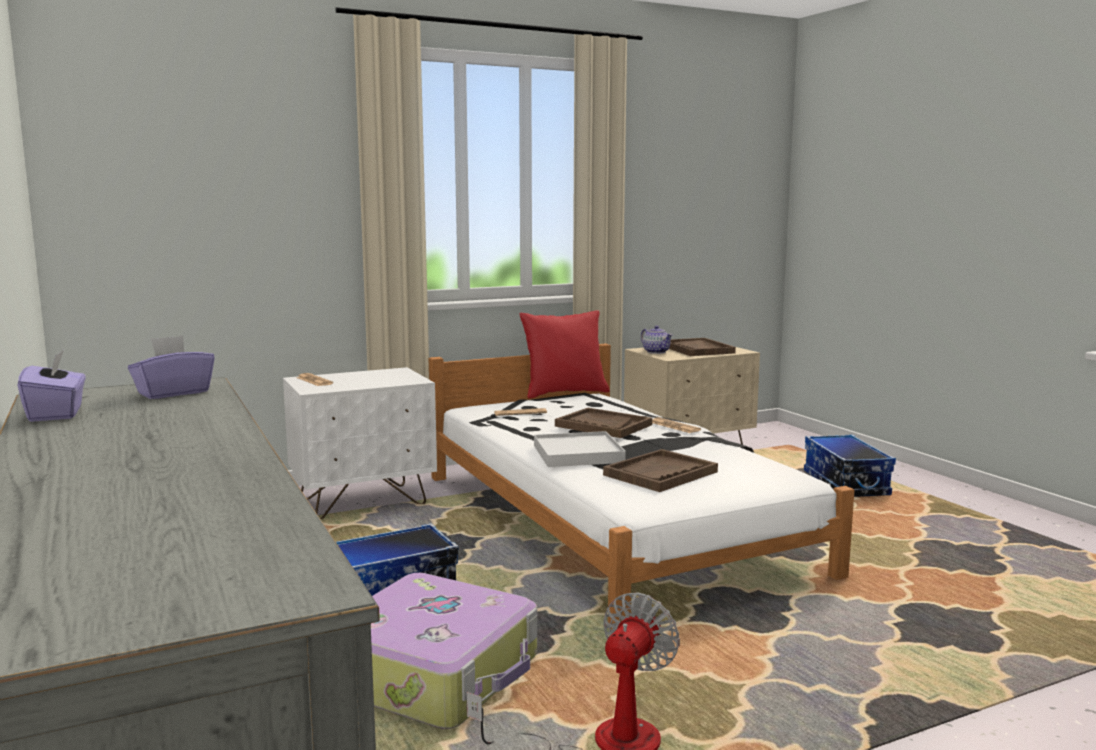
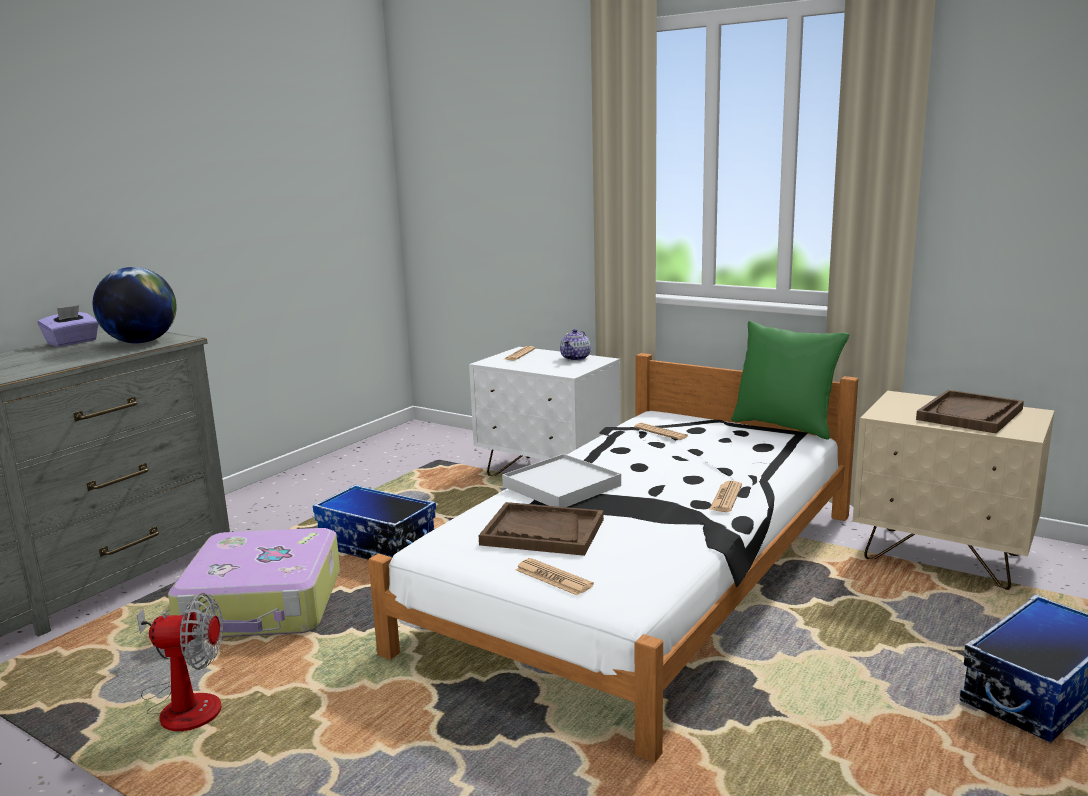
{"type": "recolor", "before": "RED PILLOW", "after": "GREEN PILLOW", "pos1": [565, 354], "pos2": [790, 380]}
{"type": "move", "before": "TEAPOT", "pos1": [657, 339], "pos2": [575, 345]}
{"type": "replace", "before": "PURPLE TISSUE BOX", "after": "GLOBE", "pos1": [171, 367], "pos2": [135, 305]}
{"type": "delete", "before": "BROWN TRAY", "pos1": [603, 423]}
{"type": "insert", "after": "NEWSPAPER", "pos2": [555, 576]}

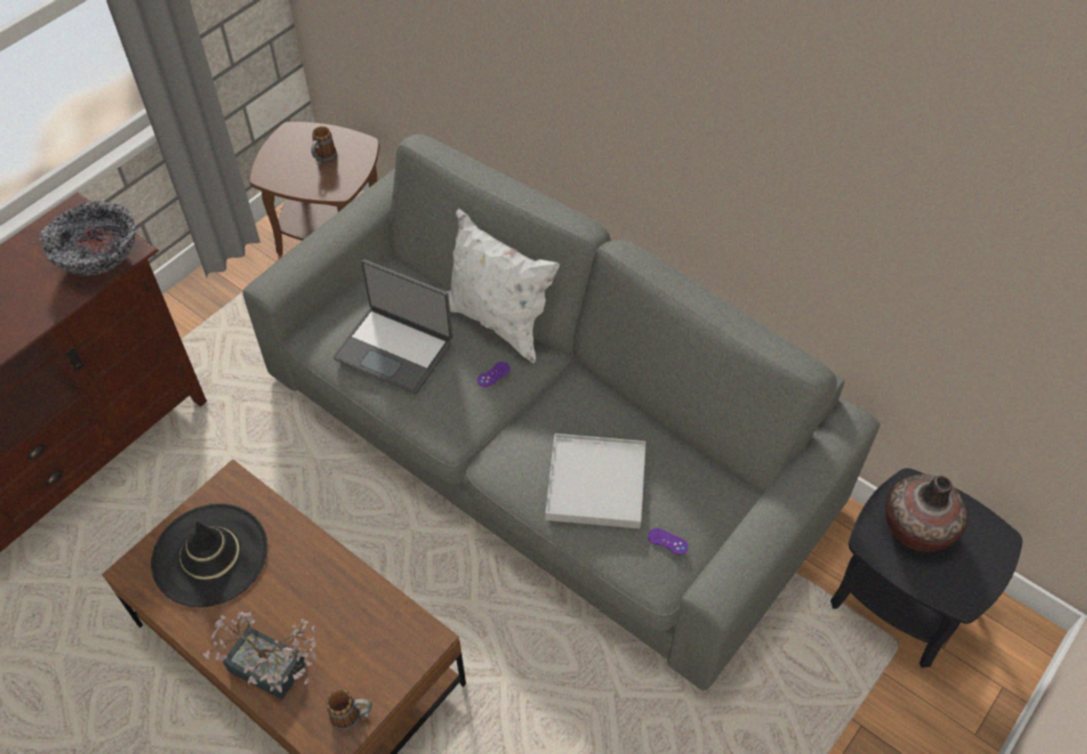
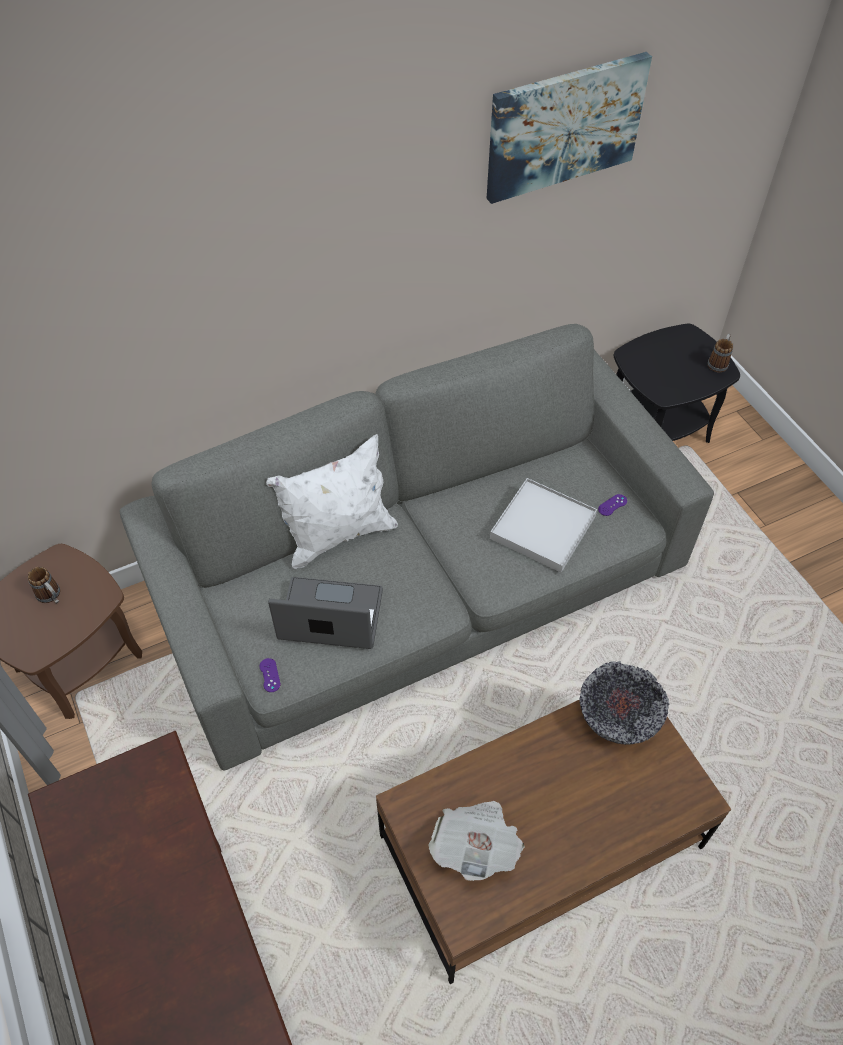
{"type": "move", "before": "BOWL", "pos1": [87, 238], "pos2": [624, 703]}
{"type": "rotate", "before": "LAPTOP", "pos1": [393, 326], "pos2": [325, 613], "turn": -135}
{"type": "move", "before": "PURPLE GAME CONTROLLER", "pos1": [493, 374], "pos2": [270, 675]}
{"type": "delete", "before": "VASE", "pos1": [926, 513]}
{"type": "replace", "before": "BLACK HAT", "after": "NEWSPAPER", "pos1": [209, 555], "pos2": [476, 841]}
{"type": "delete", "before": "POTTED PLANT", "pos1": [259, 656]}
{"type": "move", "before": "MUG", "pos1": [349, 710], "pos2": [720, 353]}
{"type": "insert", "after": "PICTURE", "pos2": [569, 128]}

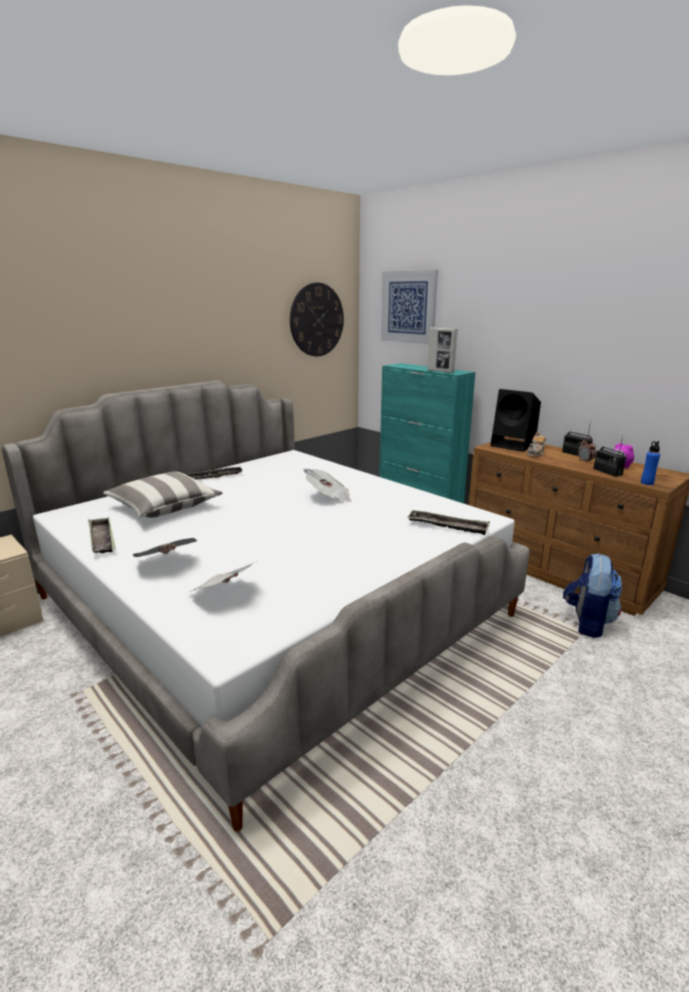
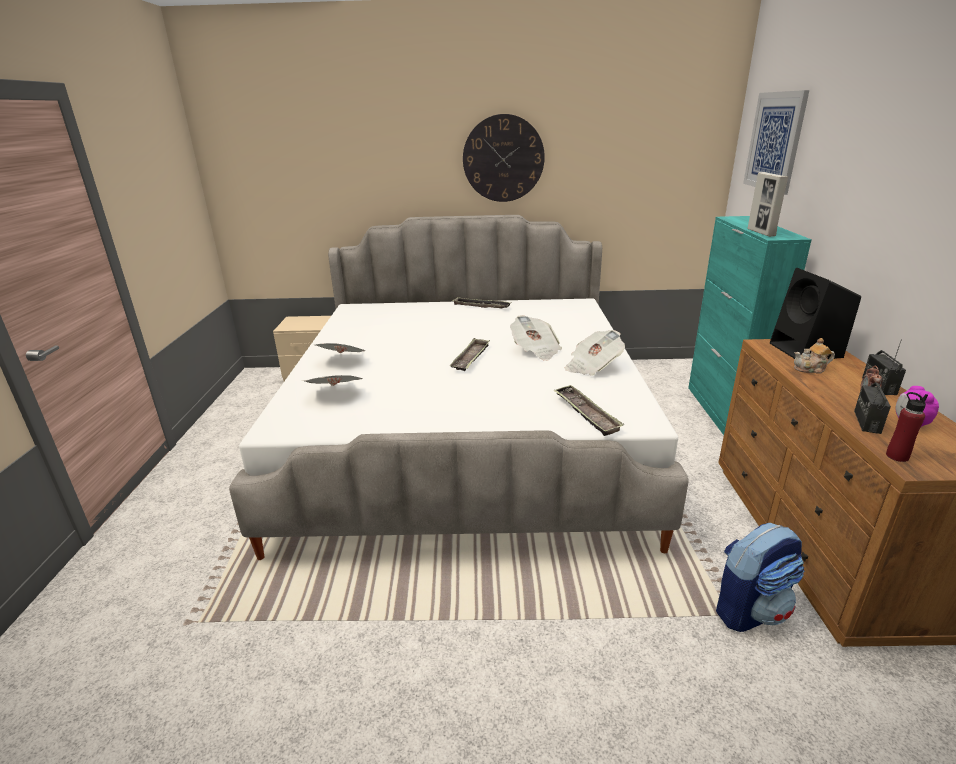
{"type": "move", "before": "WALL CLOCK", "pos1": [317, 319], "pos2": [504, 158]}
{"type": "recolor", "before": "BLUE BOTTLE", "after": "RED BOTTLE", "pos1": [650, 463], "pos2": [907, 427]}
{"type": "delete", "before": "PILLOW", "pos1": [162, 495]}
{"type": "move", "before": "TRAY", "pos1": [102, 535], "pos2": [469, 354]}
{"type": "insert", "after": "NEWSPAPER", "pos2": [595, 353]}

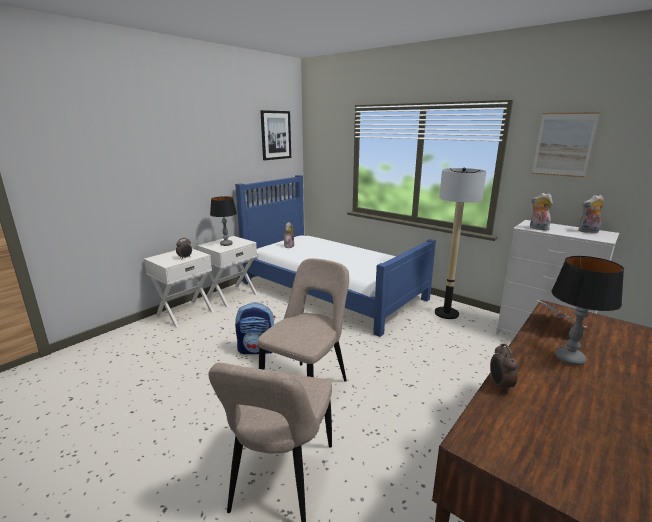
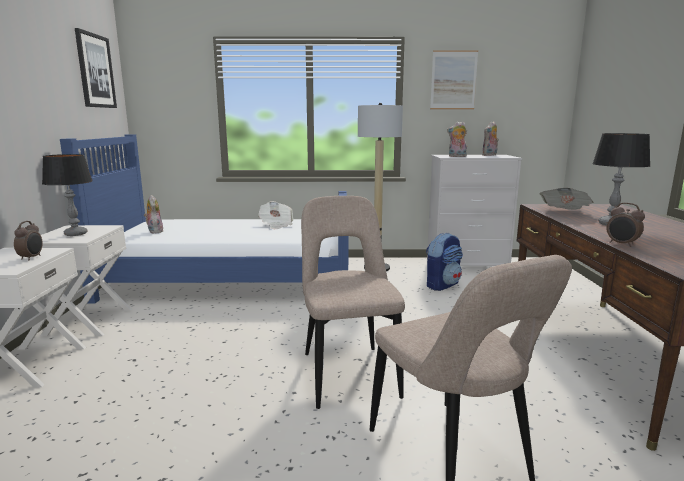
{"type": "move", "before": "BACKPACK", "pos1": [255, 328], "pos2": [444, 262]}
{"type": "insert", "after": "NEWSPAPER", "pos2": [275, 215]}

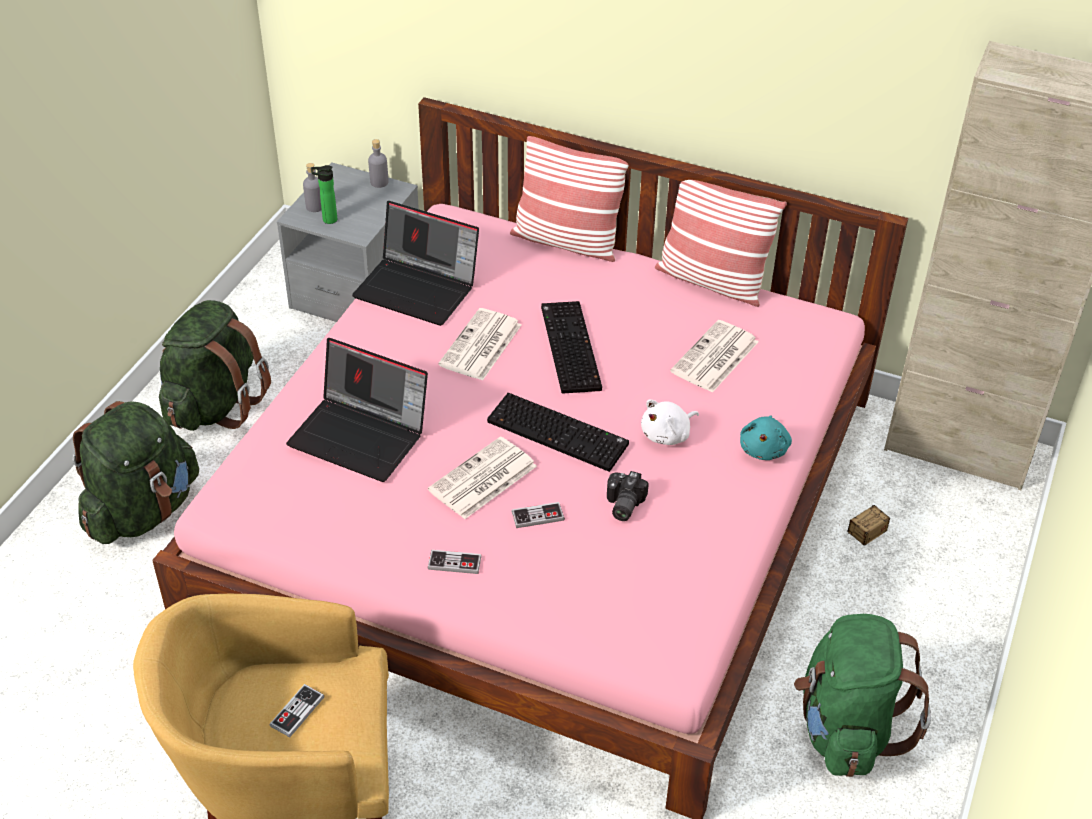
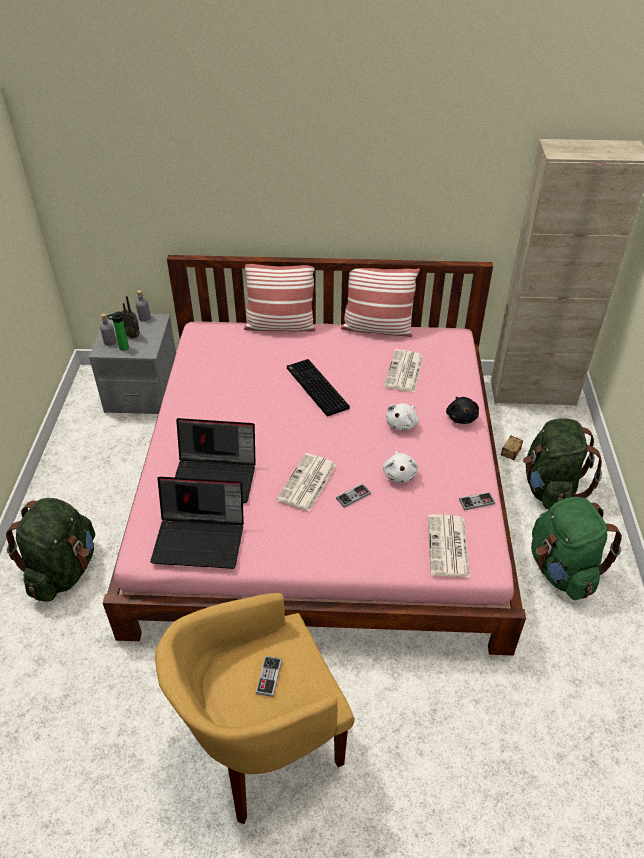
{"type": "move", "before": "LAPTOP", "pos1": [415, 263], "pos2": [197, 523]}
{"type": "move", "before": "GREEN BACKPACK", "pos1": [215, 365], "pos2": [562, 464]}
{"type": "move", "before": "NEWSPAPER", "pos1": [480, 344], "pos2": [449, 545]}
{"type": "delete", "before": "KEYBOARD", "pos1": [558, 432]}
{"type": "recolor", "before": "TURQUOISE PLUSH TOY", "after": "BLACK PLUSH TOY", "pos1": [766, 437], "pos2": [462, 410]}
{"type": "replace", "before": "PHOTO CAMERA", "after": "WHITE PLUSH TOY", "pos1": [628, 496], "pos2": [400, 467]}
{"type": "move", "before": "GAME CONTROLLER", "pos1": [455, 562], "pos2": [477, 501]}
{"type": "insert", "after": "RADIO", "pos2": [130, 317]}

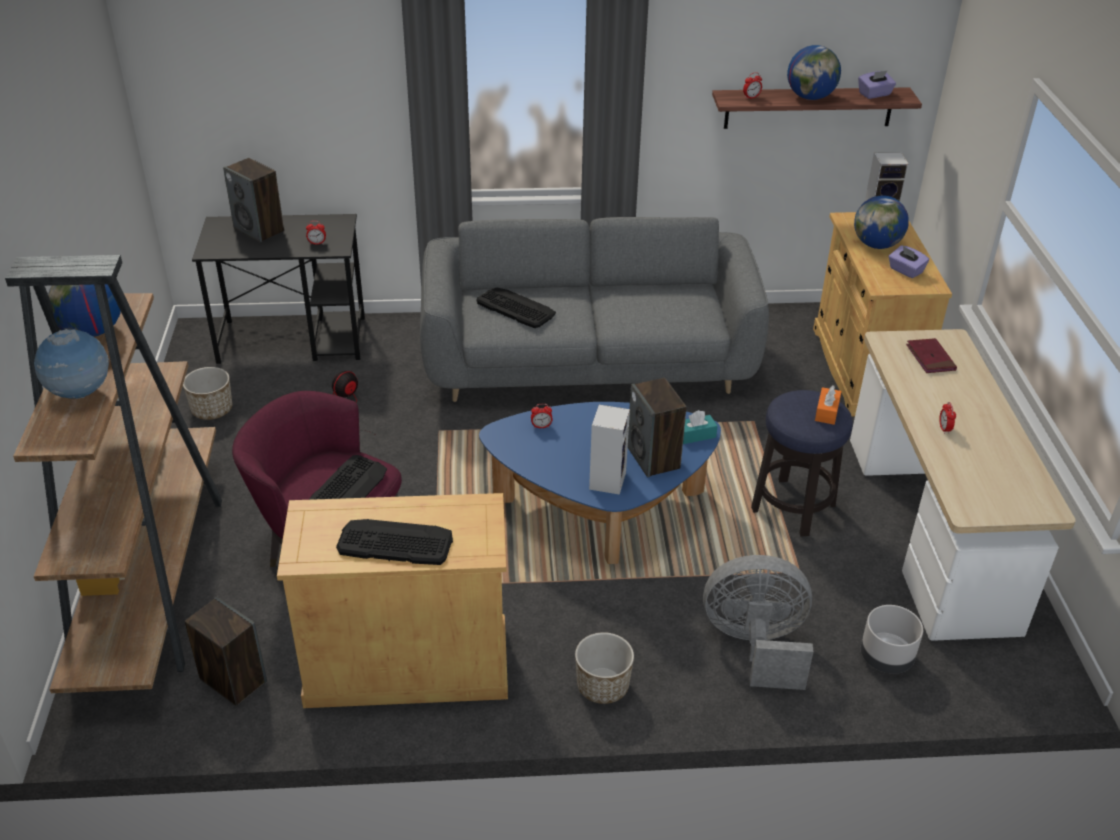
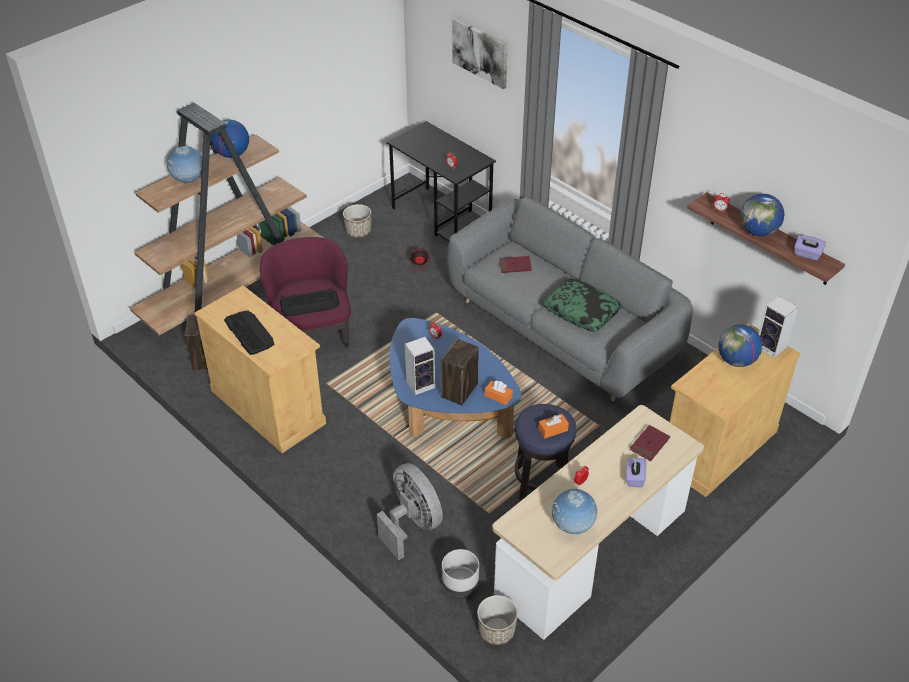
{"type": "delete", "before": "SPEAKER", "pos1": [253, 200]}
{"type": "move", "before": "PURPLE TISSUE BOX", "pos1": [909, 261], "pos2": [636, 473]}
{"type": "replace", "before": "KEYBOARD", "after": "RED BOOK", "pos1": [516, 308], "pos2": [515, 264]}
{"type": "recolor", "before": "TURQUOISE TISSUE BOX", "after": "ORANGE TISSUE BOX", "pos1": [700, 427], "pos2": [499, 393]}
{"type": "move", "before": "PLANTER", "pos1": [604, 668], "pos2": [497, 620]}
{"type": "insert", "after": "PICTURE", "pos2": [480, 53]}
{"type": "insert", "after": "PILLOW", "pos2": [582, 305]}
{"type": "insert", "after": "GLOBE", "pos2": [575, 512]}

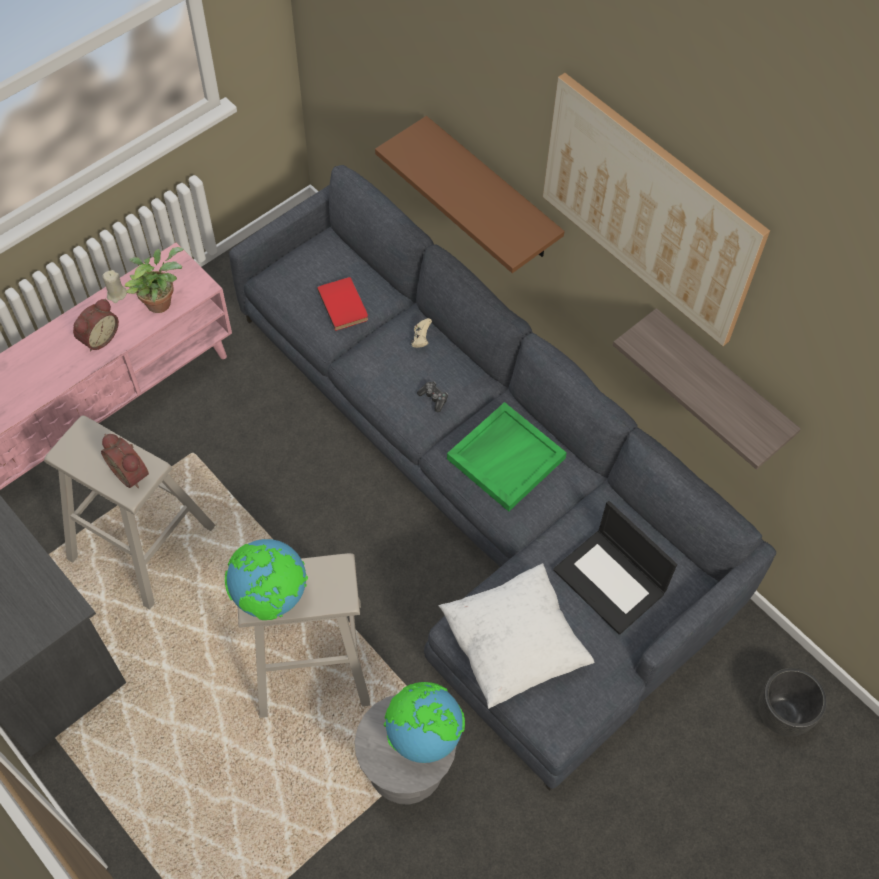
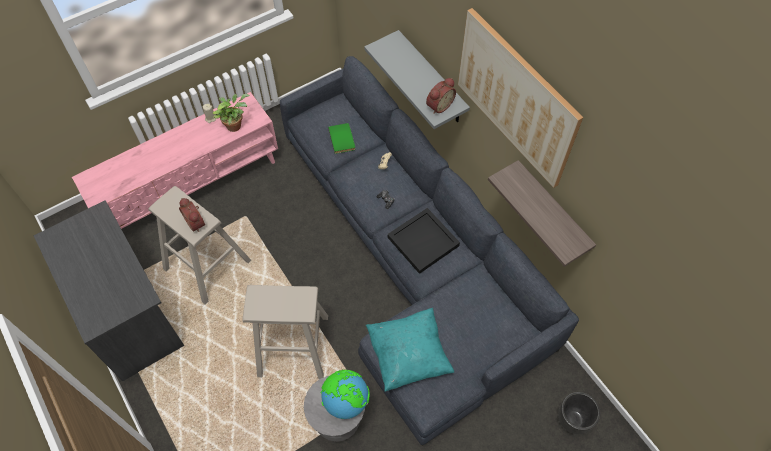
{"type": "recolor", "before": "BROWN SHELF", "after": "GREY SHELF", "pos1": [469, 194], "pos2": [417, 79]}
{"type": "recolor", "before": "RED BOOK", "after": "GREEN BOOK", "pos1": [342, 304], "pos2": [341, 138]}
{"type": "move", "before": "ALARM CLOCK", "pos1": [96, 325], "pos2": [441, 96]}
{"type": "recolor", "before": "GREEN TRAY", "after": "BLACK TRAY", "pos1": [507, 457], "pos2": [424, 241]}
{"type": "delete", "before": "LAPTOP", "pos1": [615, 568]}
{"type": "delete", "before": "GLOBE", "pos1": [266, 579]}
{"type": "recolor", "before": "WHITE PILLOW", "after": "TURQUOISE PILLOW", "pos1": [516, 636], "pos2": [410, 350]}

